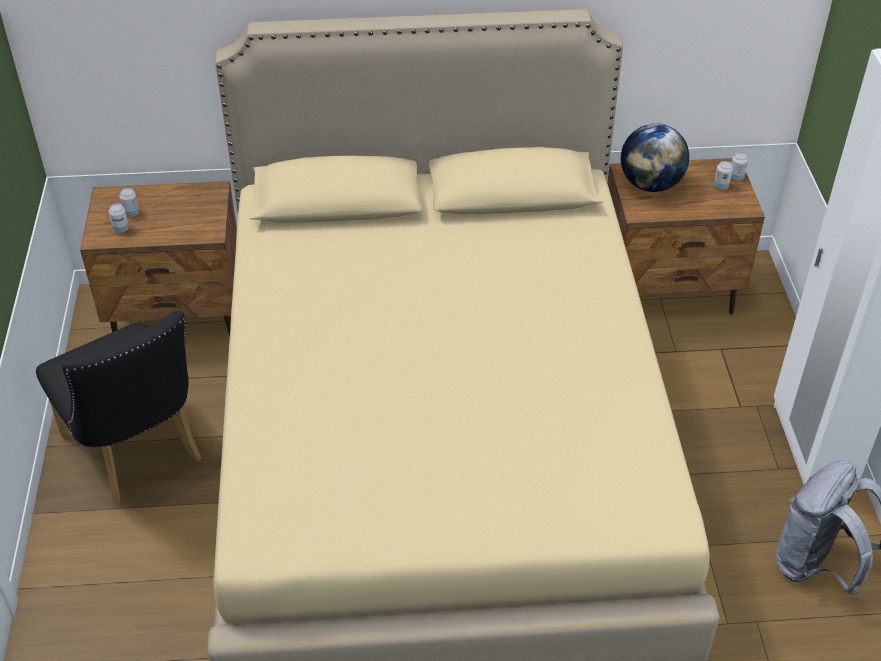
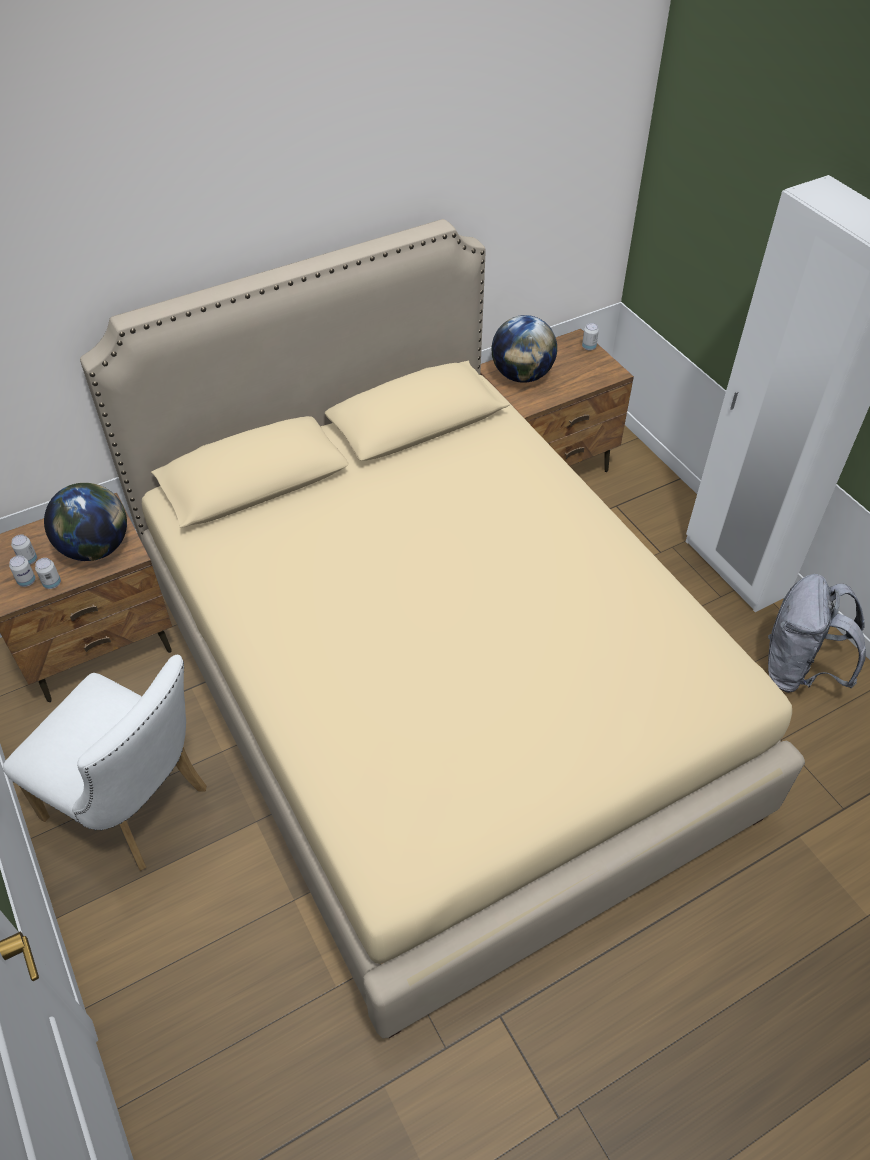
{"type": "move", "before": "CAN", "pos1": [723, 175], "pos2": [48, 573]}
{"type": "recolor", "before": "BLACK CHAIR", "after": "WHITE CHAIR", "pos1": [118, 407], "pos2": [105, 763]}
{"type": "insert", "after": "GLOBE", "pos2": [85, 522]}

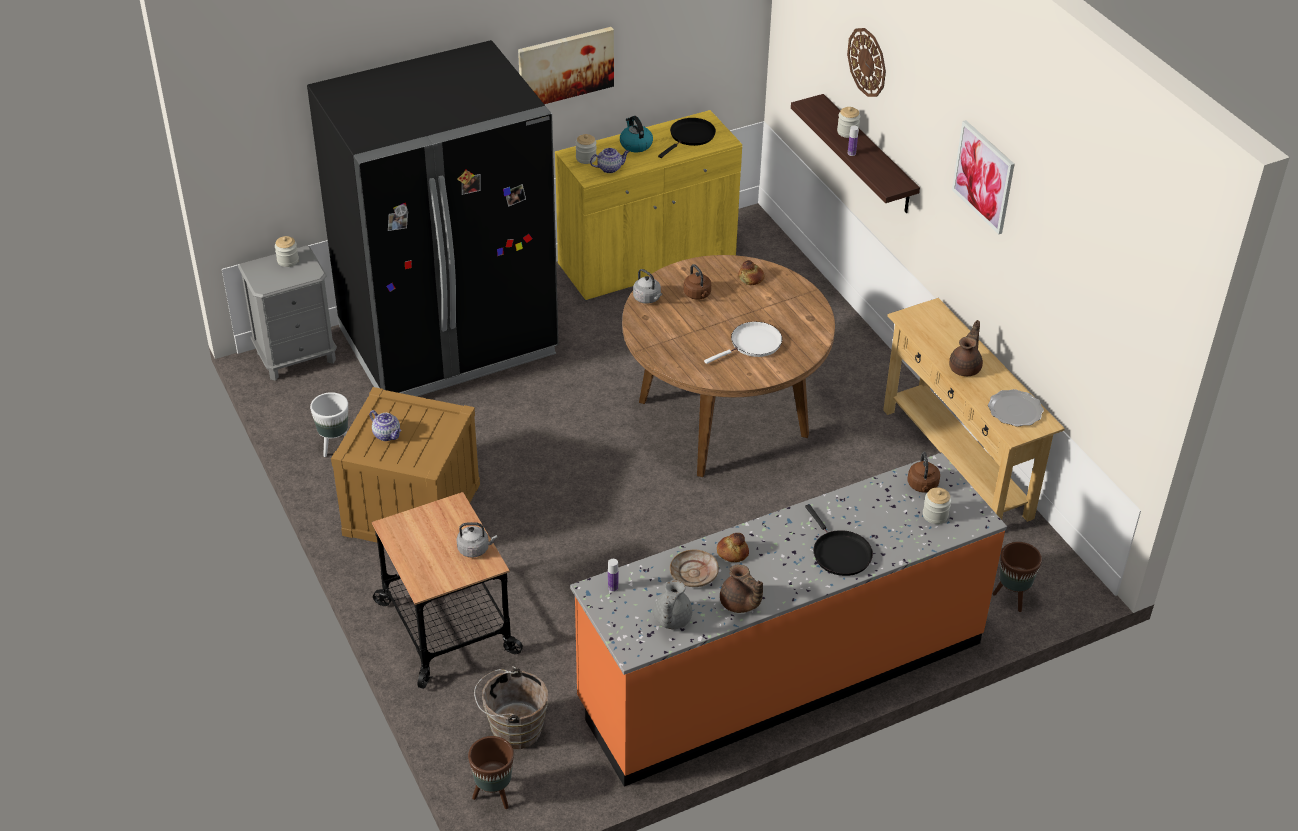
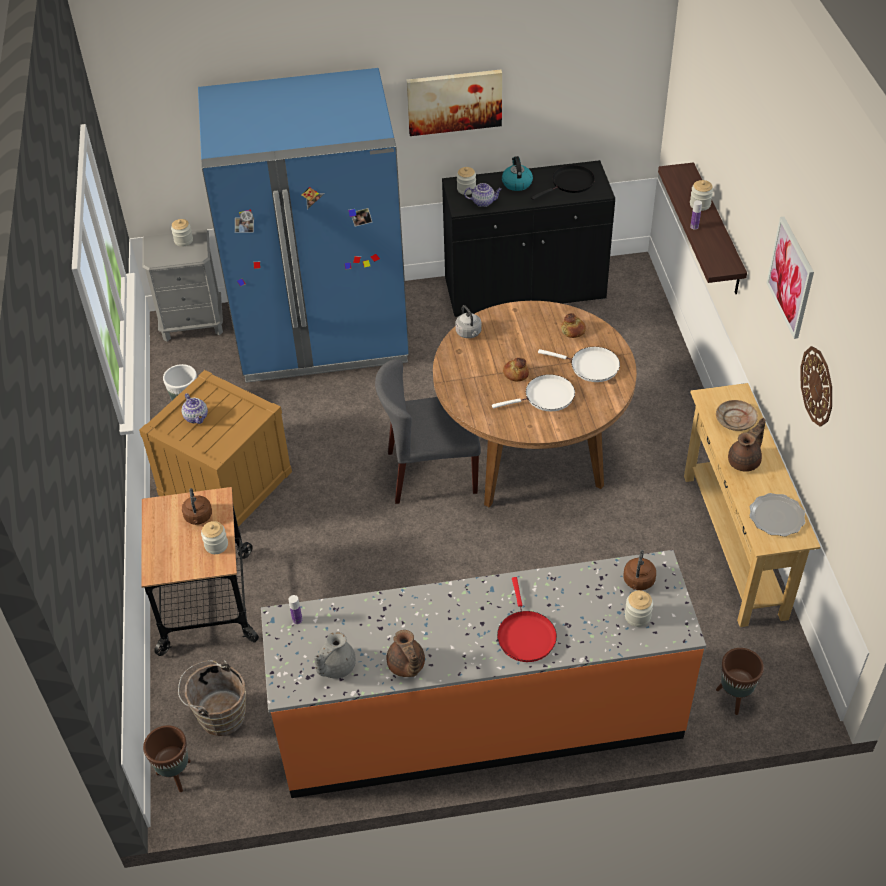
{"type": "move", "before": "WALL CLOCK", "pos1": [866, 62], "pos2": [816, 386]}
{"type": "recolor", "before": "BLACK FRIDGE", "after": "BLUE FRIDGE", "pos1": [433, 218], "pos2": [303, 225]}
{"type": "recolor", "before": "YELLOW CABINET", "after": "BLACK CABINET", "pos1": [648, 205], "pos2": [528, 238]}
{"type": "move", "before": "BROWN KETTLE", "pos1": [697, 282], "pos2": [197, 506]}
{"type": "recolor", "before": "BLACK FRYING PAN", "after": "RED FRYING PAN", "pos1": [839, 540], "pos2": [527, 619]}
{"type": "replace", "before": "GREY KETTLE", "after": "JAR", "pos1": [476, 540], "pos2": [214, 537]}
{"type": "move", "before": "BREAD", "pos1": [733, 547], "pos2": [516, 370]}
{"type": "move", "before": "BEIGE PLATE", "pos1": [694, 568], "pos2": [737, 415]}
{"type": "insert", "after": "WHITE FRYING PAN", "pos2": [579, 364]}
{"type": "insert", "after": "GREY CHAIR", "pos2": [428, 431]}

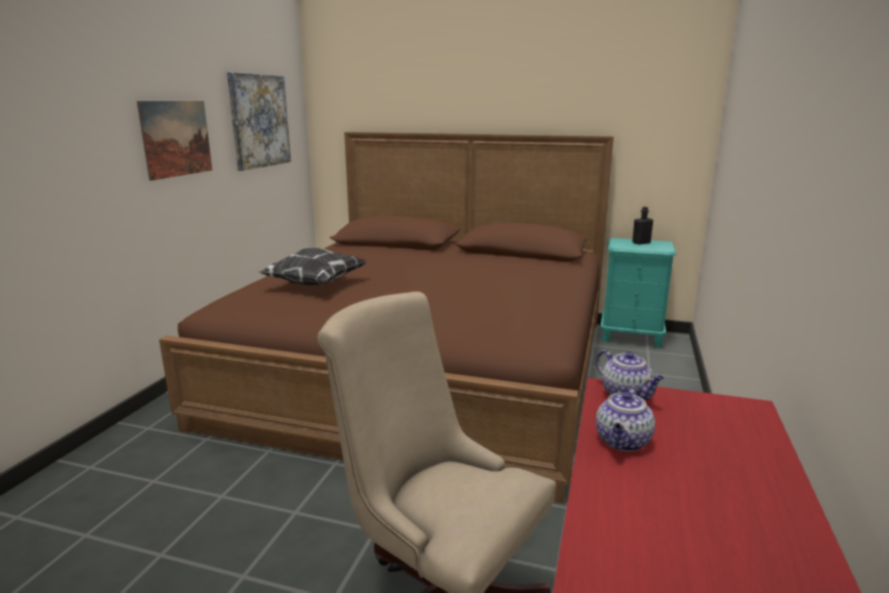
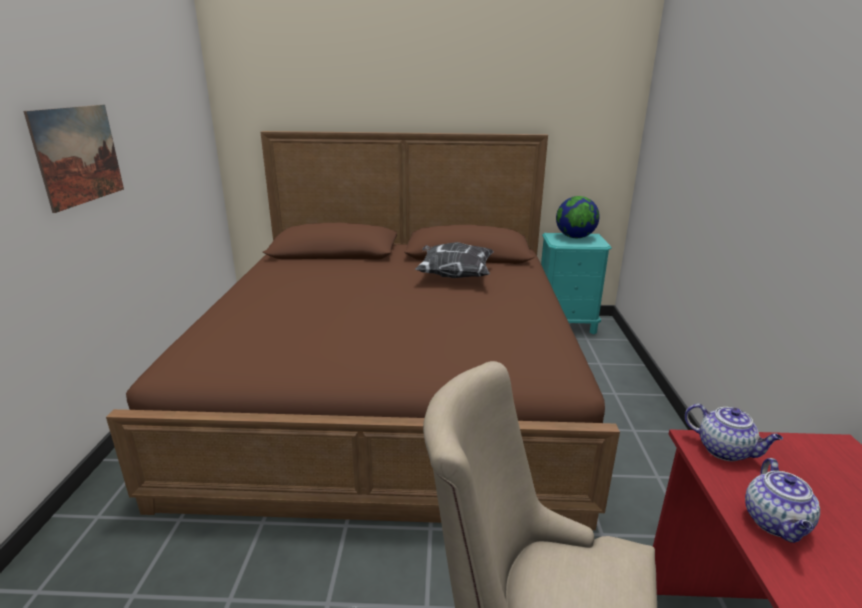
{"type": "delete", "before": "PICTURE", "pos1": [259, 121]}
{"type": "replace", "before": "BLACK BOTTLE", "after": "GLOBE", "pos1": [642, 226], "pos2": [578, 217]}
{"type": "move", "before": "PILLOW", "pos1": [312, 266], "pos2": [454, 260]}

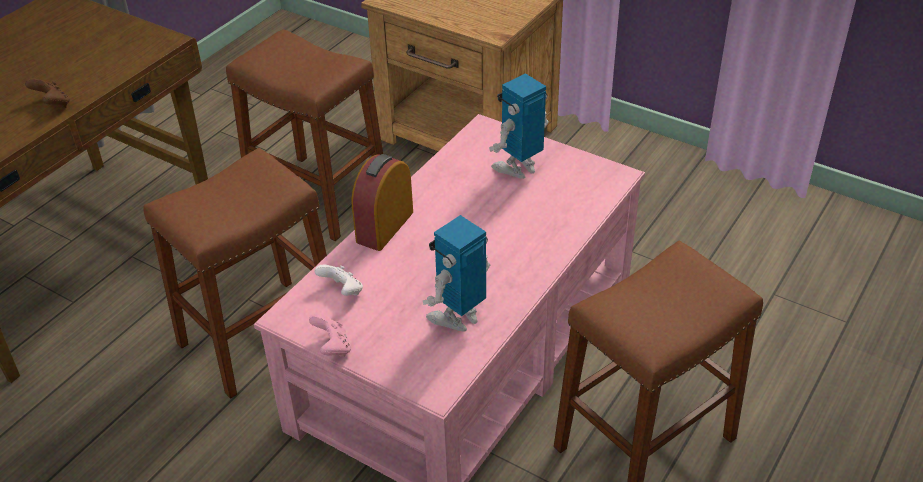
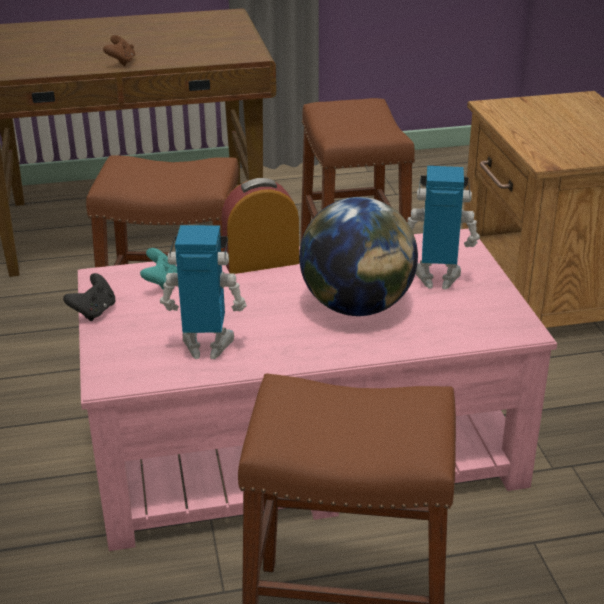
{"type": "recolor", "before": "WHITE GAME CONTROLLER", "after": "TURQUOISE GAME CONTROLLER", "pos1": [338, 280], "pos2": [158, 268]}
{"type": "recolor", "before": "PINK GAME CONTROLLER", "after": "BLACK GAME CONTROLLER", "pos1": [330, 335], "pos2": [89, 297]}
{"type": "insert", "after": "GLOBE", "pos2": [358, 256]}

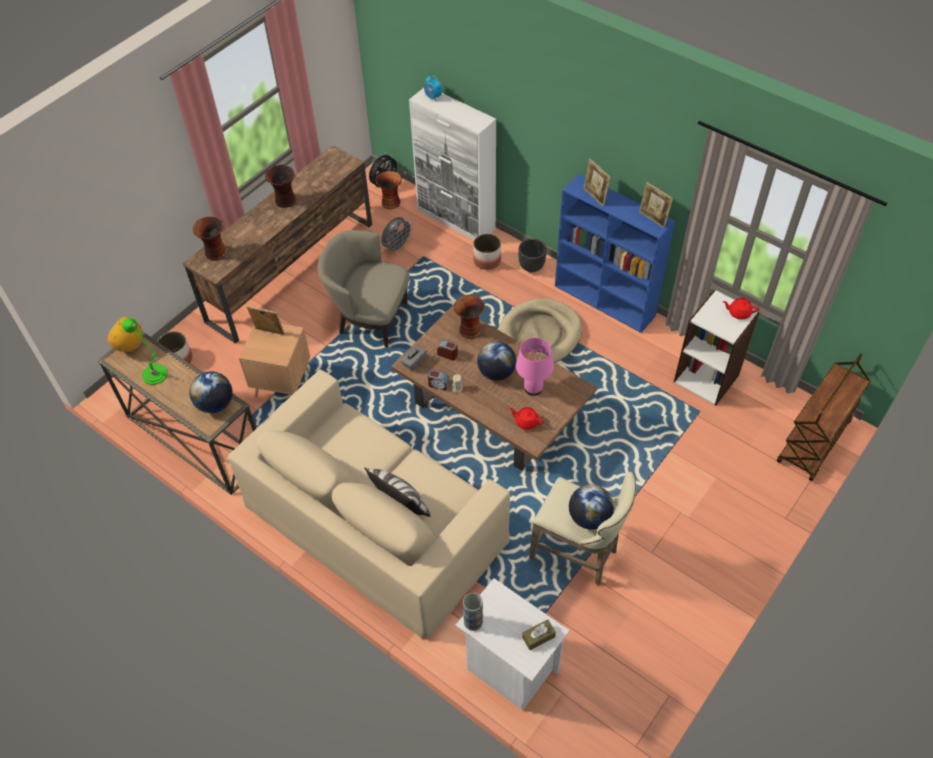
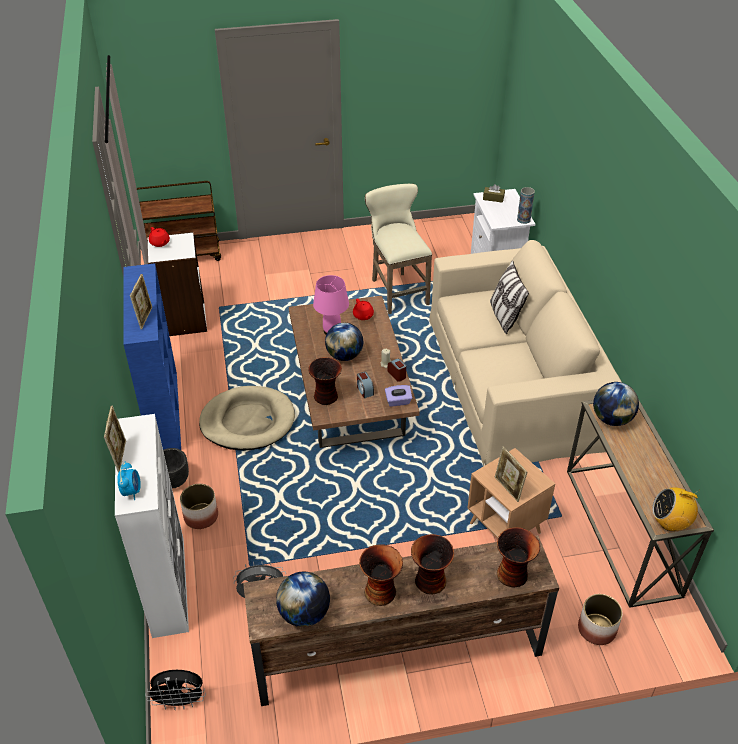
{"type": "move", "before": "VASE", "pos1": [389, 190], "pos2": [432, 564]}
{"type": "move", "before": "PICTURE FRAME", "pos1": [656, 205], "pos2": [115, 439]}
{"type": "delete", "before": "BEIGE ARMCHAIR", "pos1": [364, 288]}
{"type": "rotate", "before": "RADIO", "pos1": [124, 335], "pos2": [675, 509], "turn": 120}
{"type": "delete", "before": "GREEN TABLE LAMP", "pos1": [144, 351]}
{"type": "recolor", "before": "GREY TISSUE BOX", "after": "PURPLE TISSUE BOX", "pos1": [413, 358], "pos2": [398, 396]}
{"type": "move", "before": "GLOBE", "pos1": [591, 507], "pos2": [303, 599]}

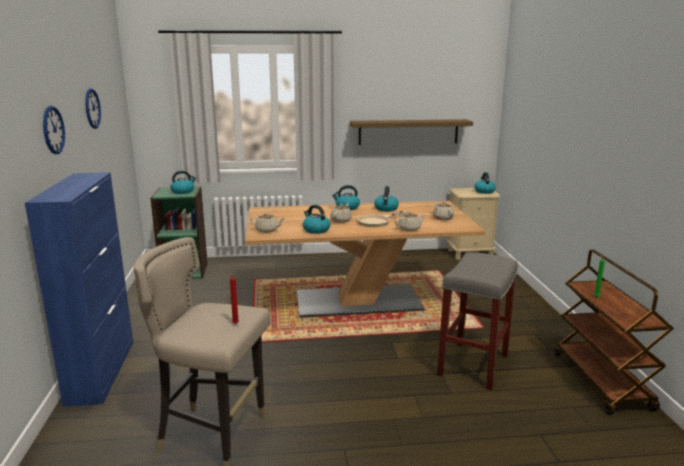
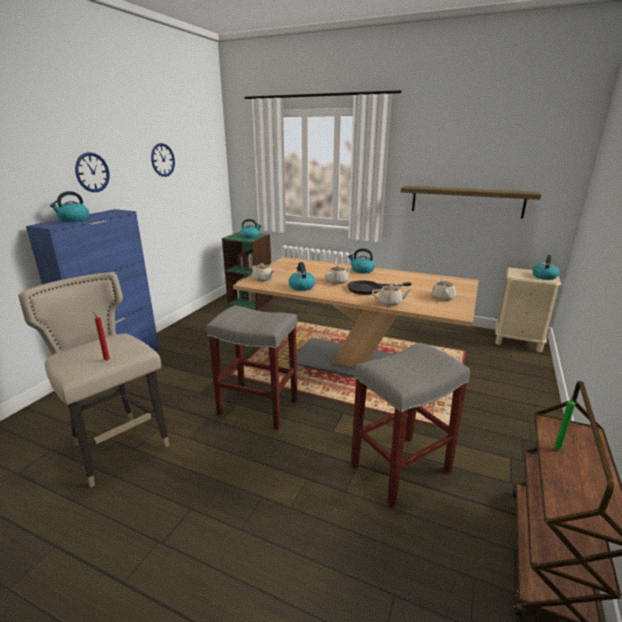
{"type": "move", "before": "KETTLE", "pos1": [386, 199], "pos2": [69, 206]}
{"type": "recolor", "before": "BEIGE FRYING PAN", "after": "BLACK FRYING PAN", "pos1": [382, 218], "pos2": [379, 287]}
{"type": "insert", "after": "GREY STOOL", "pos2": [252, 367]}

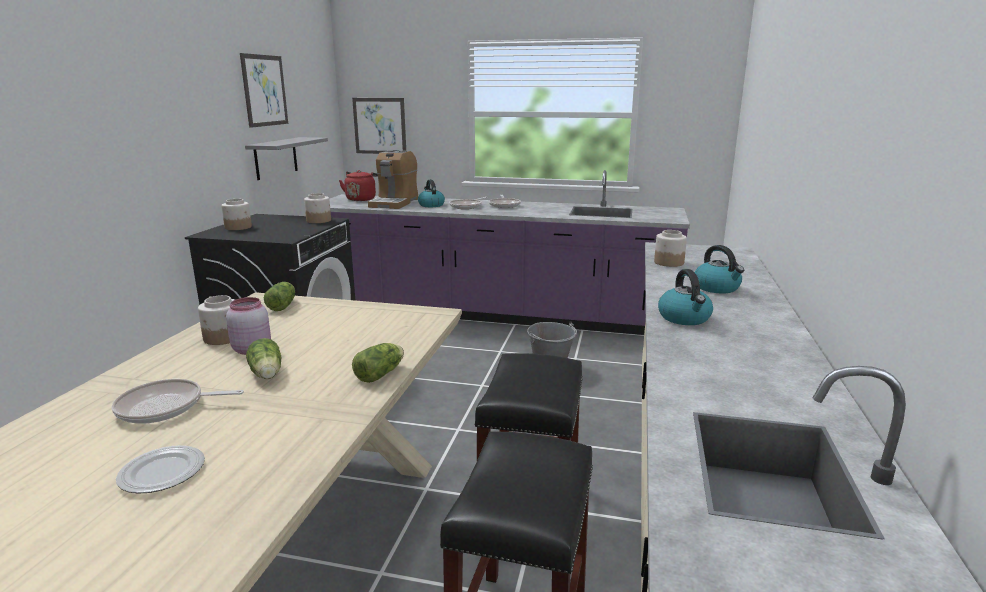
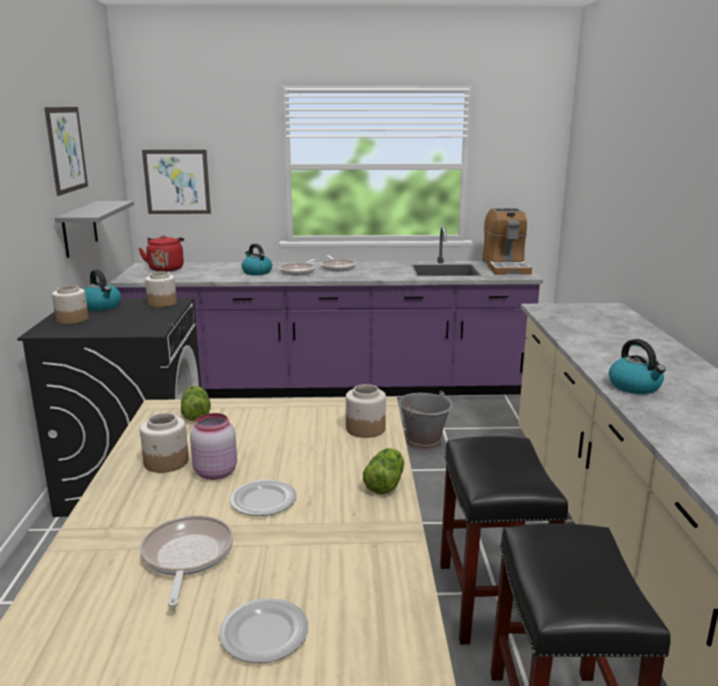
{"type": "move", "before": "COFFEE MACHINE", "pos1": [393, 179], "pos2": [507, 241]}
{"type": "move", "before": "JAR", "pos1": [670, 248], "pos2": [366, 411]}
{"type": "move", "before": "KETTLE", "pos1": [719, 269], "pos2": [102, 290]}
{"type": "replace", "before": "LETTUCE", "after": "PLATE", "pos1": [264, 358], "pos2": [263, 497]}
{"type": "rotate", "before": "FRYING PAN", "pos1": [178, 401], "pos2": [186, 561], "turn": 105}

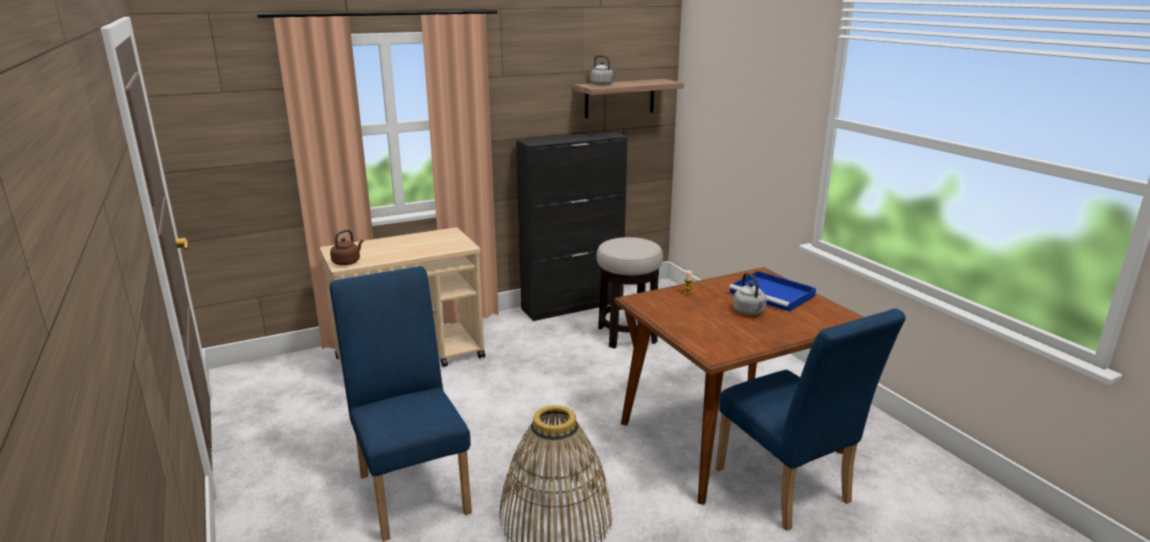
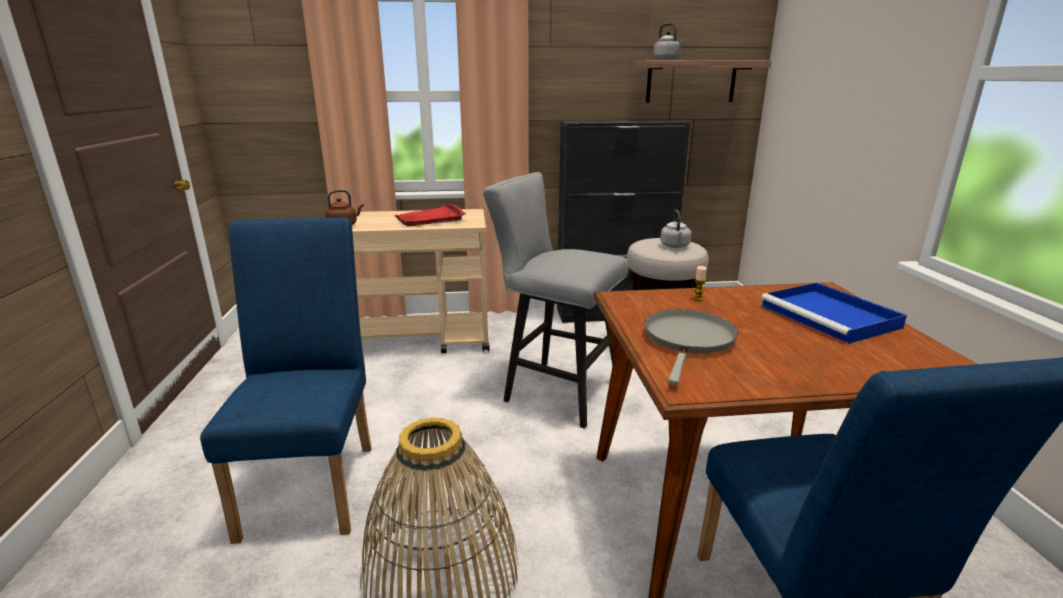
{"type": "move", "before": "GREY KETTLE", "pos1": [750, 294], "pos2": [675, 228]}
{"type": "insert", "after": "GREY STOOL", "pos2": [556, 300]}
{"type": "insert", "after": "RED TRAY", "pos2": [430, 215]}
{"type": "insert", "after": "GREY FRYING PAN", "pos2": [691, 347]}

